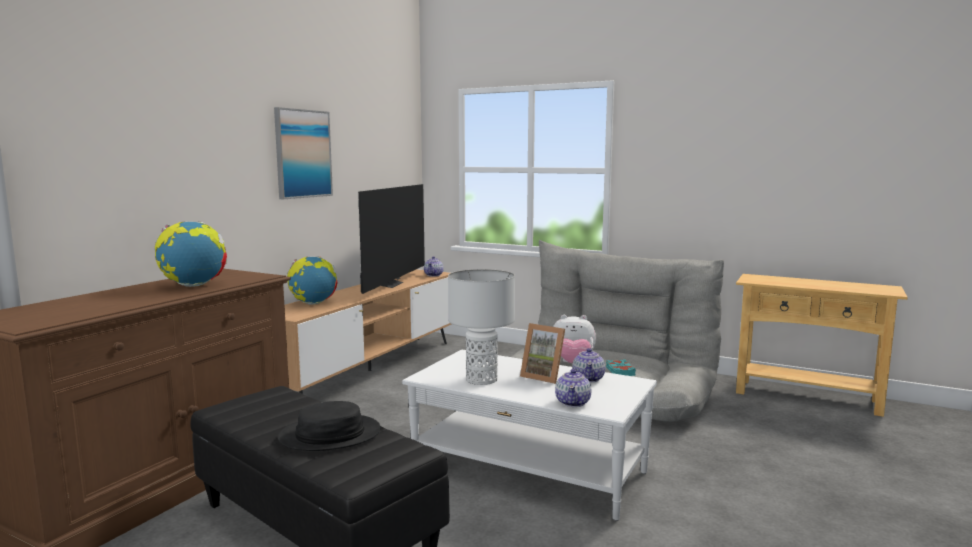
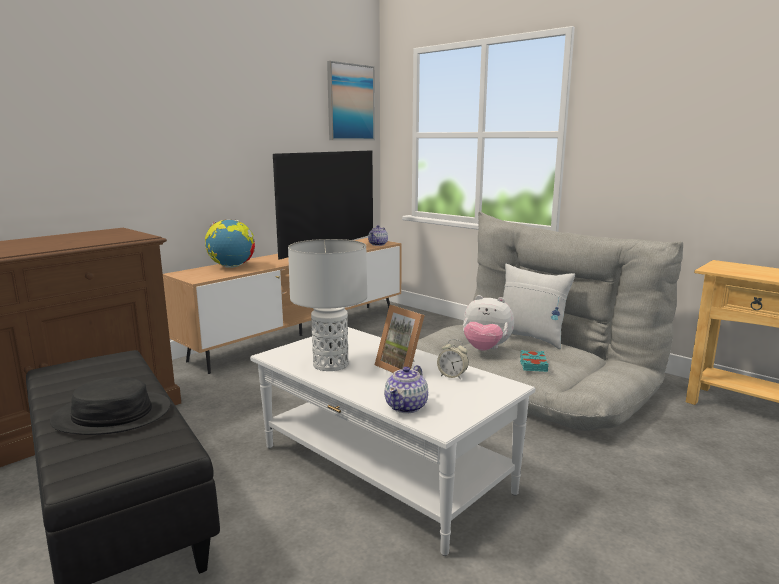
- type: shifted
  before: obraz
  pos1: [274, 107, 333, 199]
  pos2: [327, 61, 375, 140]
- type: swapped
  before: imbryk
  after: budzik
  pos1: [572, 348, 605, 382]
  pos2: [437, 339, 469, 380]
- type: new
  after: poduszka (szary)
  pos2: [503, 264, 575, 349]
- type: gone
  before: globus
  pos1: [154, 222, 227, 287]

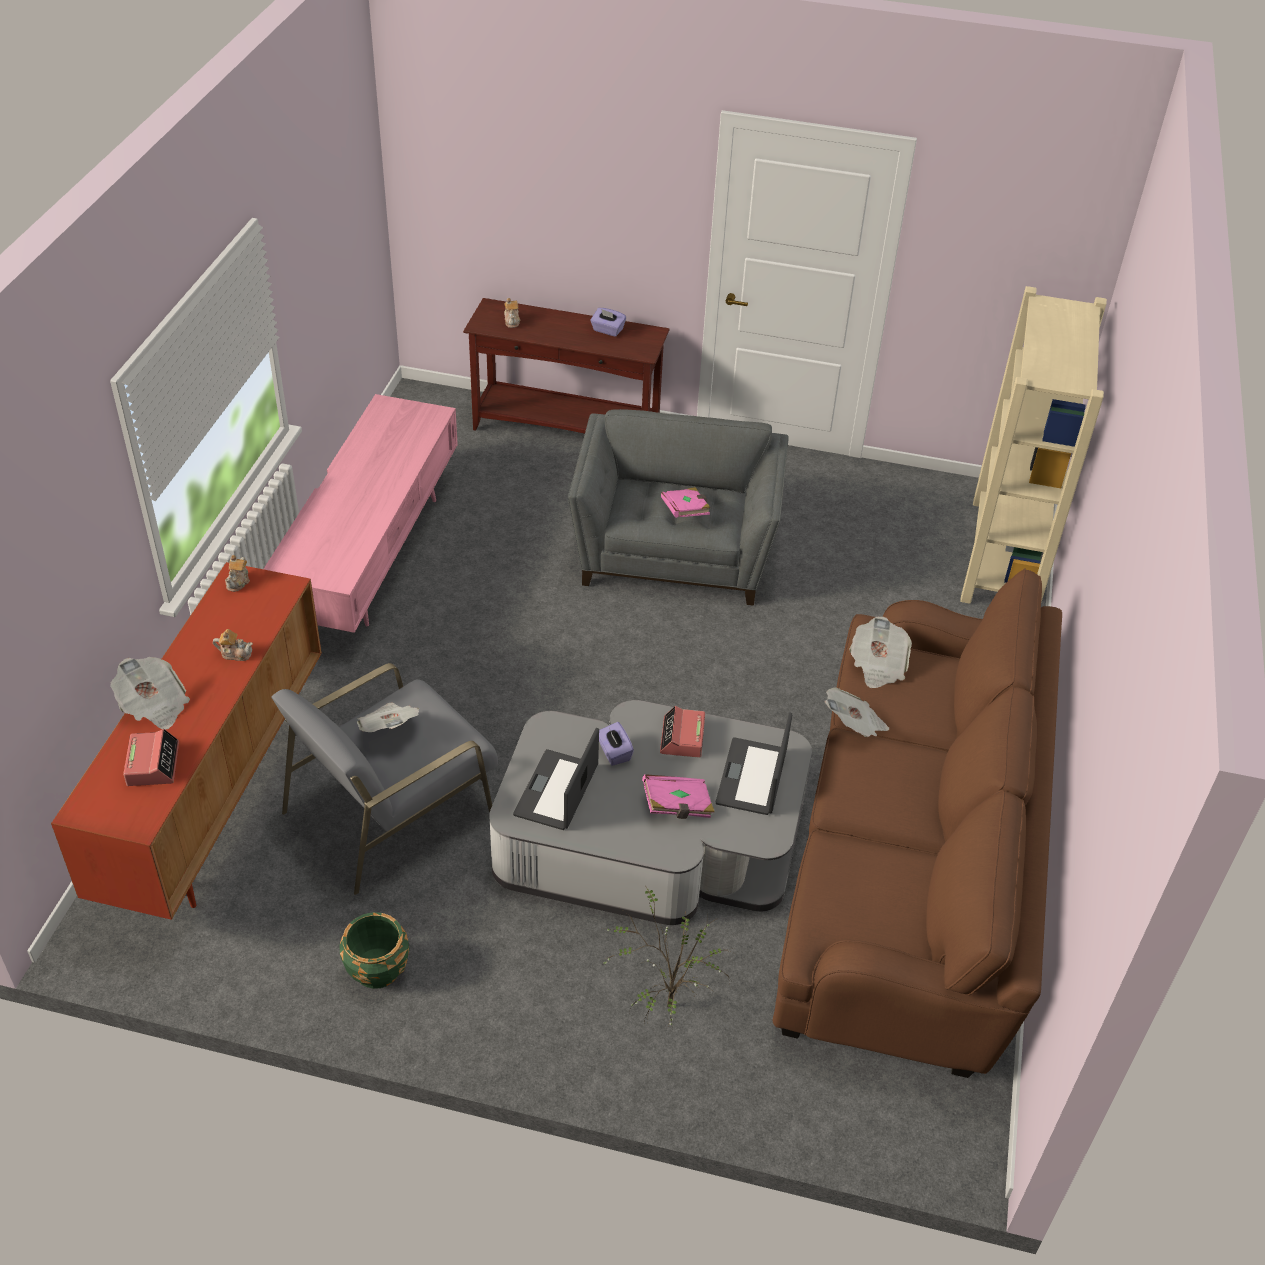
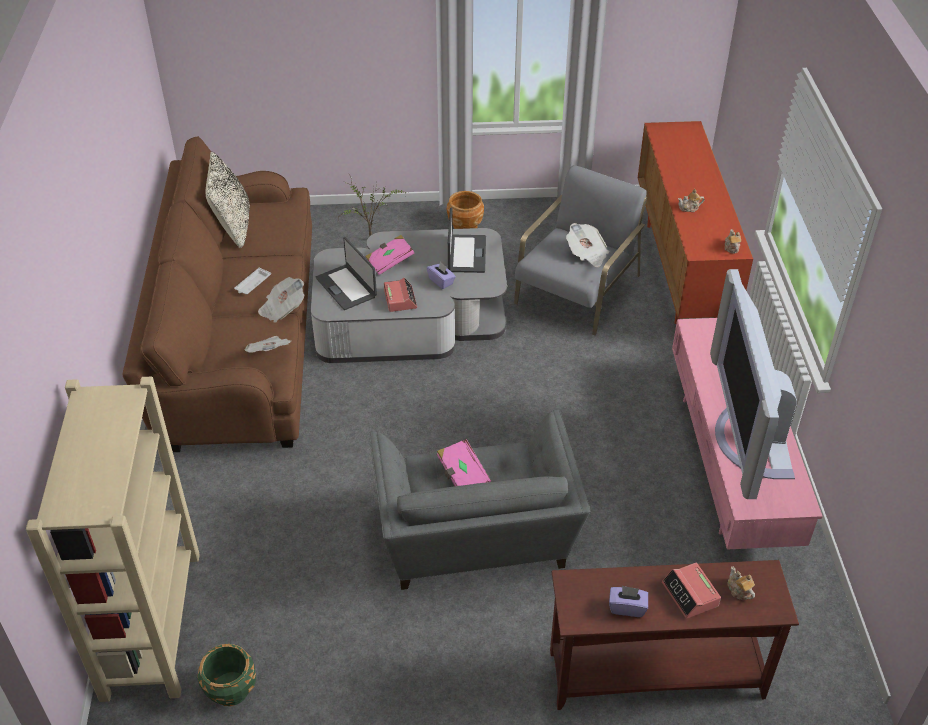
- type: shifted
  before: donica (zielony)
  pos1: [339, 912, 410, 989]
  pos2: [198, 644, 256, 706]
- type: new
  after: poduszka (beżowy)
  pos2: [205, 152, 250, 248]
- type: new
  after: taca (biały)
  pos2: [234, 268, 271, 294]
- type: rotated
  before: laptop
  pos1: [716, 712, 792, 815]
  pos2: [316, 237, 377, 310]
  turn: 150
- type: new
  after: donica (brązowy)
  pos2: [446, 191, 484, 229]
- type: shifted
  before: budzik
  pos1: [123, 729, 179, 786]
  pos2: [662, 563, 721, 619]
- type: new
  after: telewizor
  pos2: [710, 269, 797, 499]
- type: gone
  before: gazeta
  pos1: [110, 657, 190, 729]

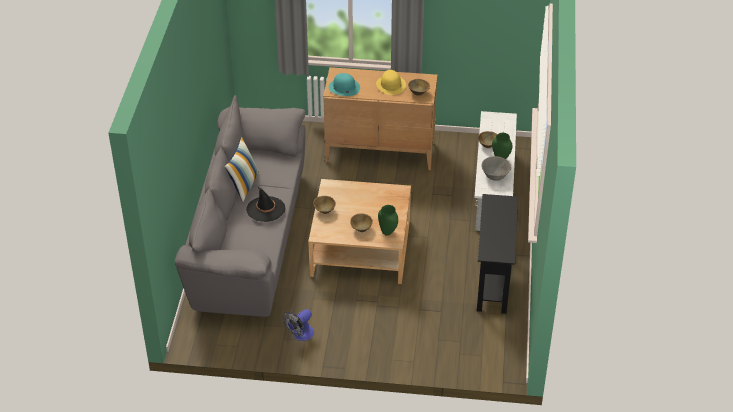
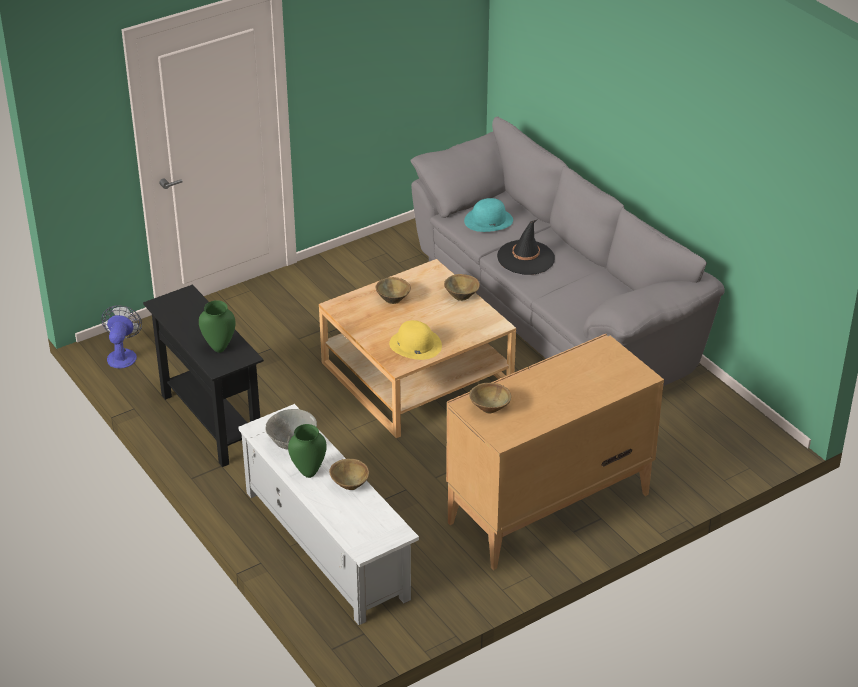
- type: shifted
  before: wentylator
  pos1: [283, 309, 314, 341]
  pos2: [101, 305, 142, 369]
- type: shifted
  before: wazon (zielony)
  pos1: [378, 205, 398, 236]
  pos2: [199, 300, 236, 353]
- type: shifted
  before: kapelusz (żółty)
  pos1: [376, 70, 406, 95]
  pos2: [389, 320, 442, 360]
- type: shifted
  before: kapelusz (turkusowy)
  pos1: [328, 73, 360, 96]
  pos2: [464, 198, 513, 232]
- type: gone
  before: poduszka
  pos1: [225, 137, 259, 202]

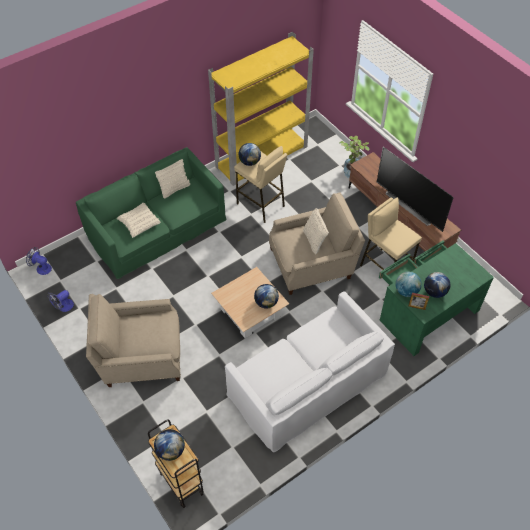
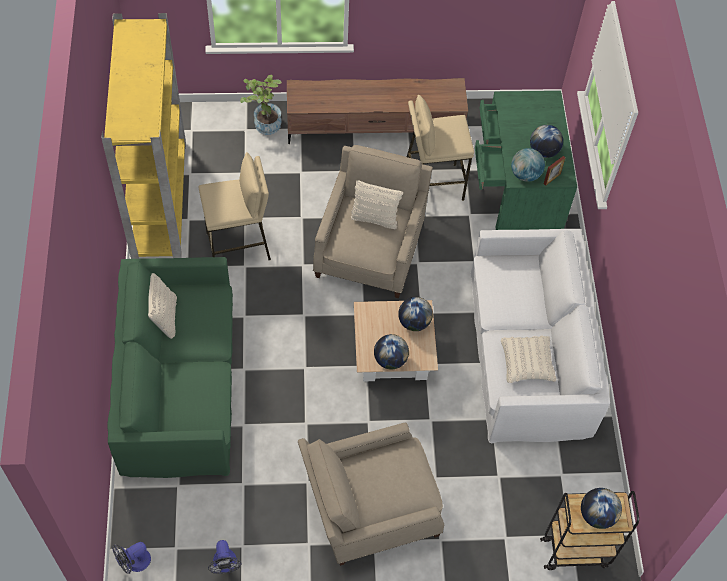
- type: rotated
  before: fotel (beżowy)
  pos1: [86, 294, 181, 387]
  pos2: [298, 422, 444, 566]
  turn: 45
- type: shifted
  before: globus
  pos1: [239, 143, 261, 166]
  pos2: [374, 334, 409, 370]
- type: shifted
  before: poduszka (beżowy)
  pos1: [117, 203, 161, 238]
  pos2: [501, 336, 556, 383]
- type: gone
  before: telewizor
  pos1: [377, 147, 454, 232]

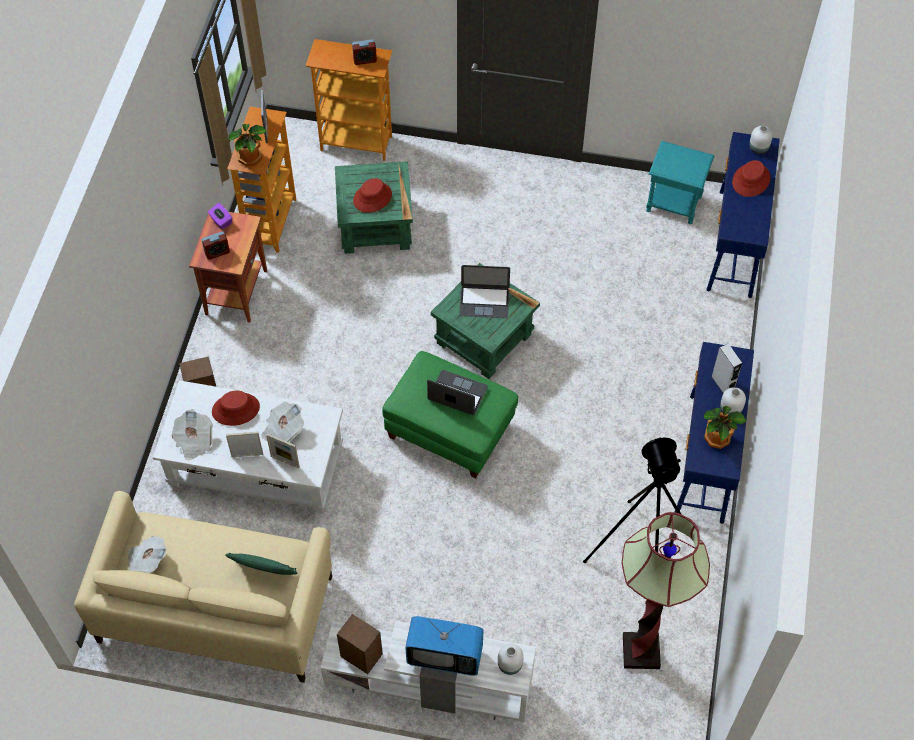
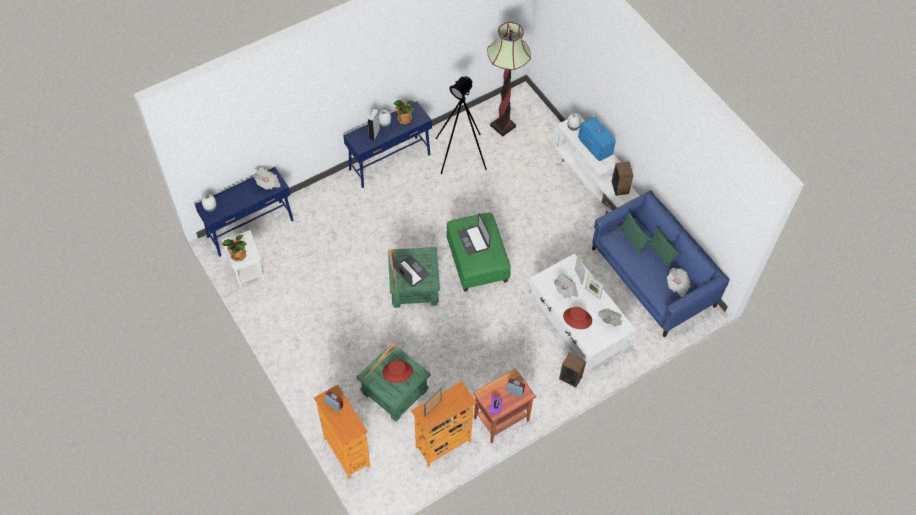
- type: repainted
  before: stolik (turkusowy)
  after: stolik (biały)
  pos1: [646, 141, 715, 224]
  pos2: [221, 230, 264, 288]
- type: shifted
  before: roślina doniczkowa
  pos1: [229, 124, 267, 167]
  pos2: [222, 235, 247, 261]
- type: new
  after: gazeta
  pos2: [253, 169, 280, 190]
- type: repainted
  before: kanapa (beżowy)
  after: kanapa (niebieski)
  pos1: [74, 491, 332, 683]
  pos2: [592, 190, 730, 337]
- type: new
  after: poduszka (zielony)
  pos2: [647, 226, 680, 269]
- type: gone
  before: kapelusz (czerwony)
  pos1: [732, 160, 770, 197]

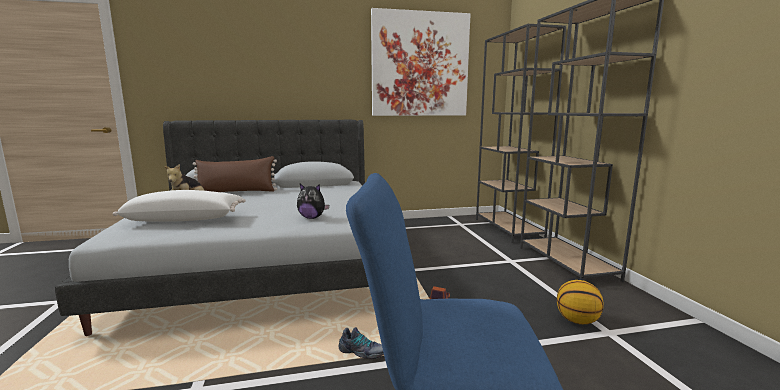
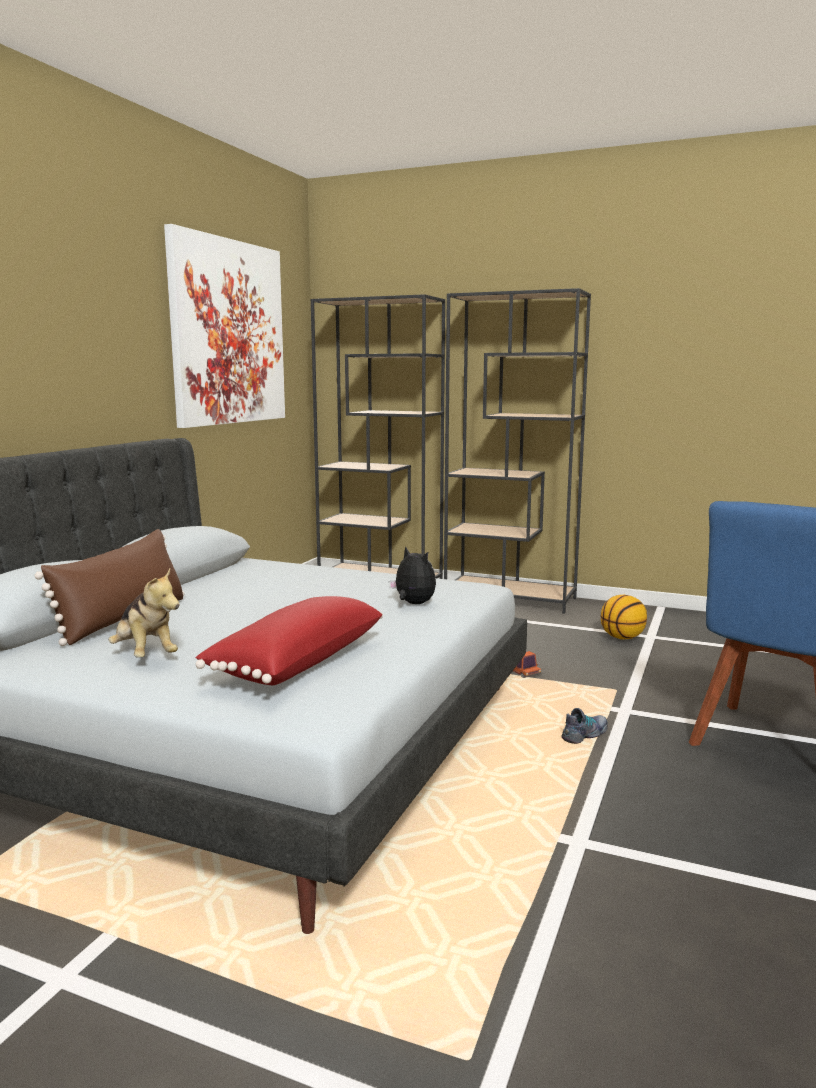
- type: repainted
  before: poduszka (biały)
  after: poduszka (czerwony)
  pos1: [113, 190, 245, 222]
  pos2: [195, 596, 383, 686]
- type: rotated
  before: pluszak
  pos1: [297, 184, 329, 219]
  pos2: [389, 547, 436, 604]
  turn: -90

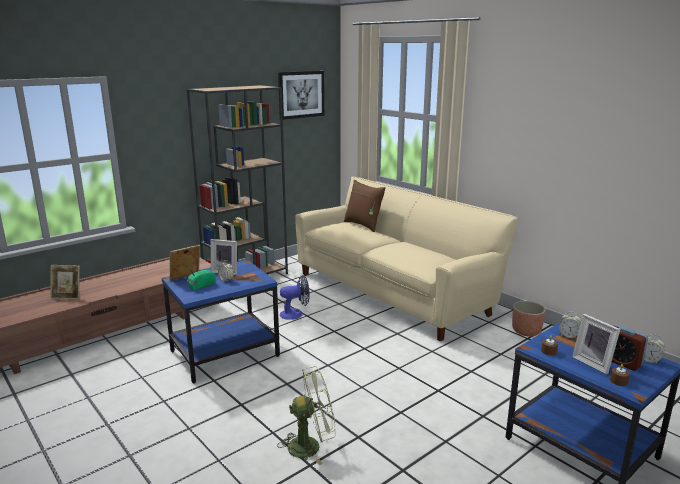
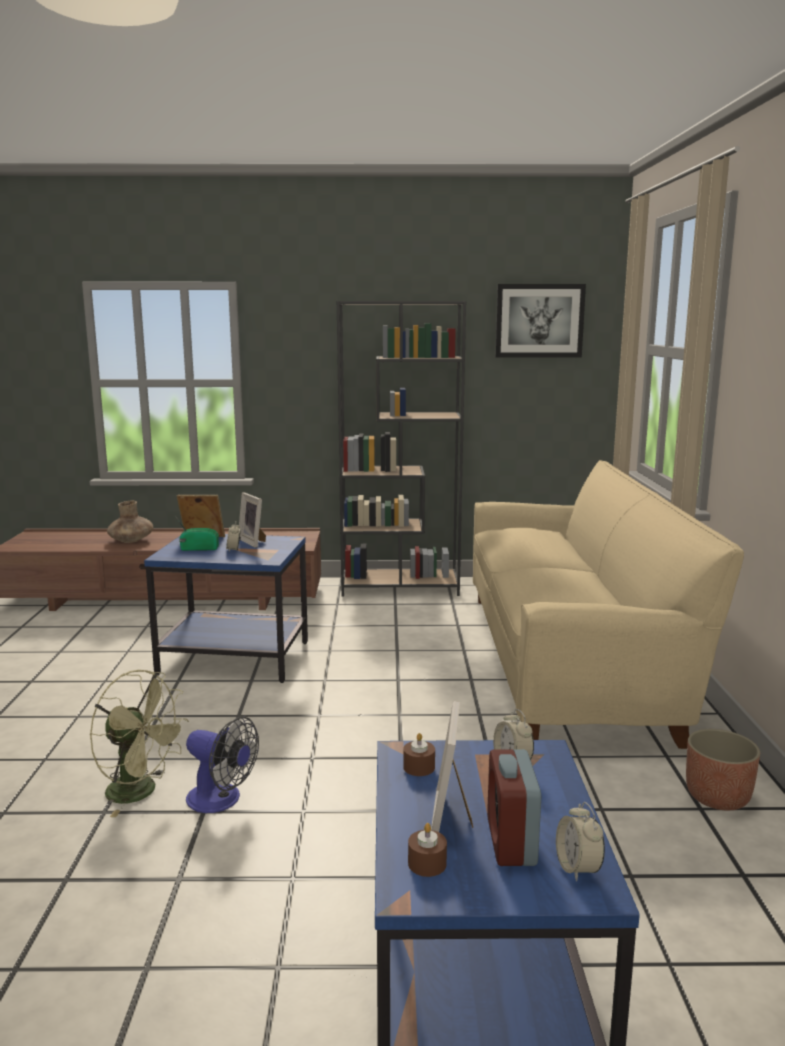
- type: swapped
  before: ramka na zdjęcie
  after: wazon (brązowy)
  pos1: [50, 265, 80, 299]
  pos2: [107, 501, 153, 543]
- type: shifted
  before: wentylator
  pos1: [280, 275, 310, 320]
  pos2: [186, 717, 259, 813]
- type: gone
  before: poduszka (brązowy)
  pos1: [344, 180, 385, 232]

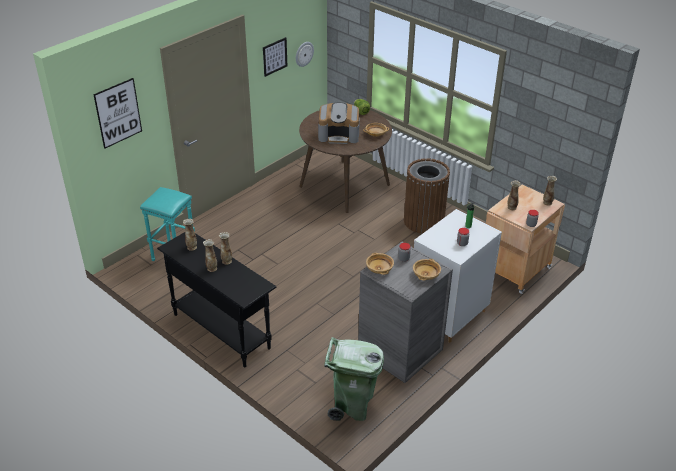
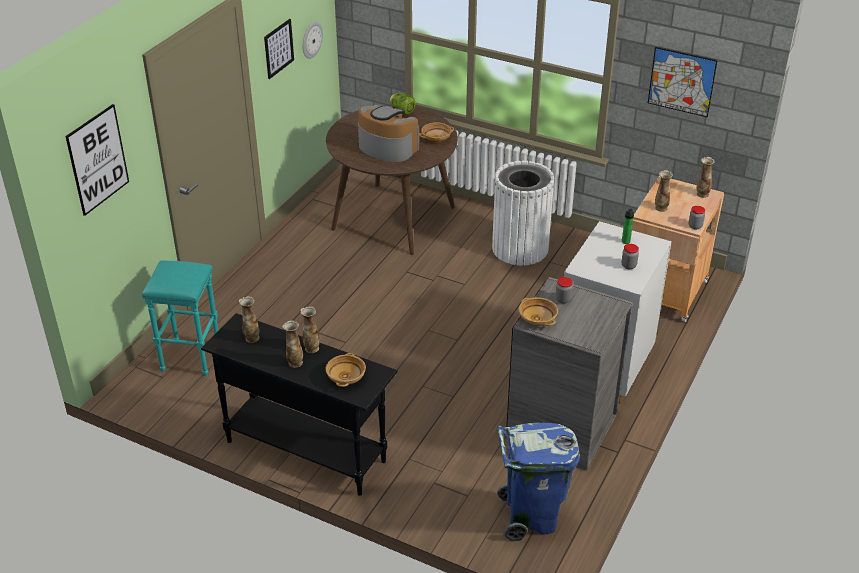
- type: shifted
  before: miska (beżowy)
  pos1: [413, 259, 441, 281]
  pos2: [326, 353, 366, 387]
- type: rotated
  before: ekspres do kawy
  pos1: [318, 102, 360, 144]
  pos2: [358, 105, 419, 162]
  turn: -135
- type: repainted
  before: kosz na śmieci (brązowy)
  after: kosz na śmieci (biały)
  pos1: [404, 158, 450, 234]
  pos2: [492, 161, 555, 266]
- type: repainted
  before: kosz na śmieci (zielony)
  after: kosz na śmieci (niebieski)
  pos1: [324, 337, 384, 421]
  pos2: [497, 423, 580, 542]
- type: new
  after: obraz
  pos2: [648, 47, 718, 117]

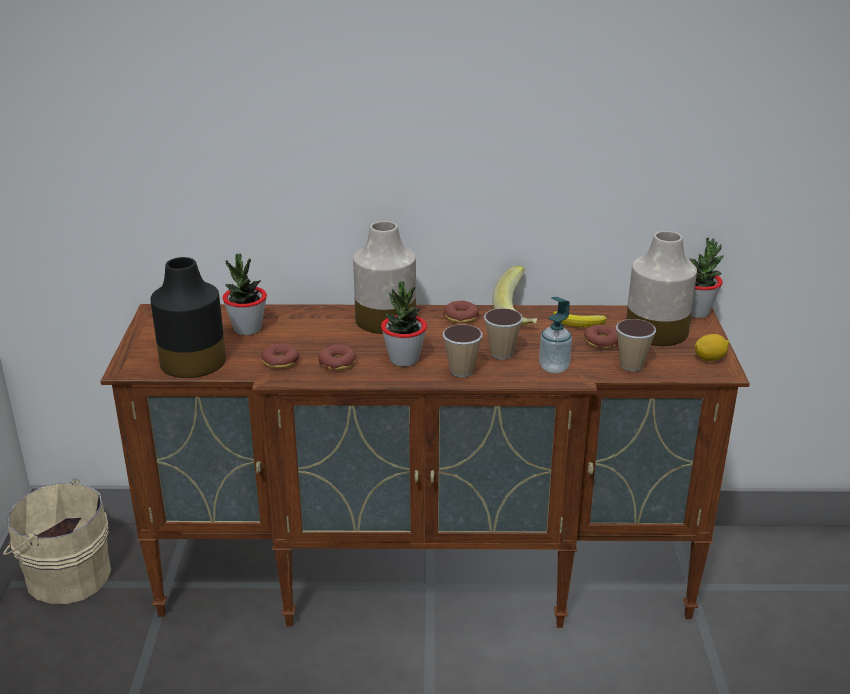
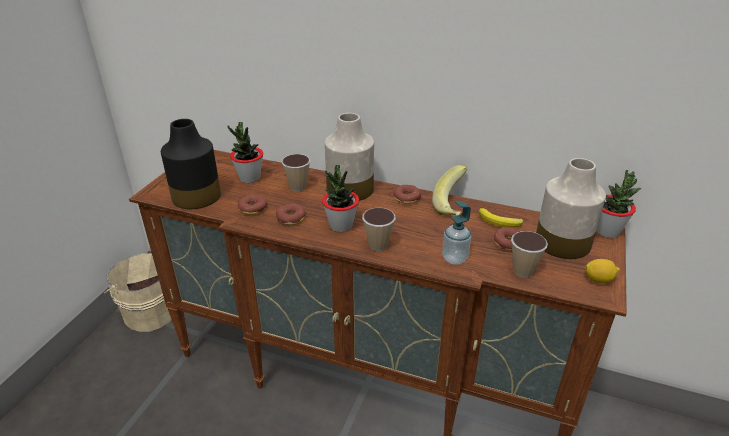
- type: shifted
  before: filiżanka
  pos1: [484, 308, 523, 359]
  pos2: [282, 154, 310, 192]

